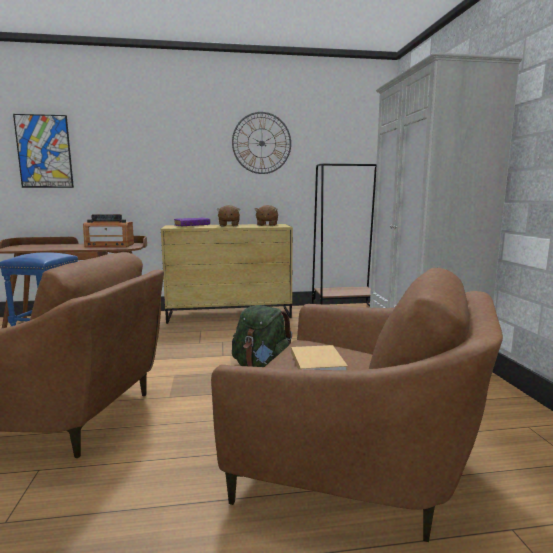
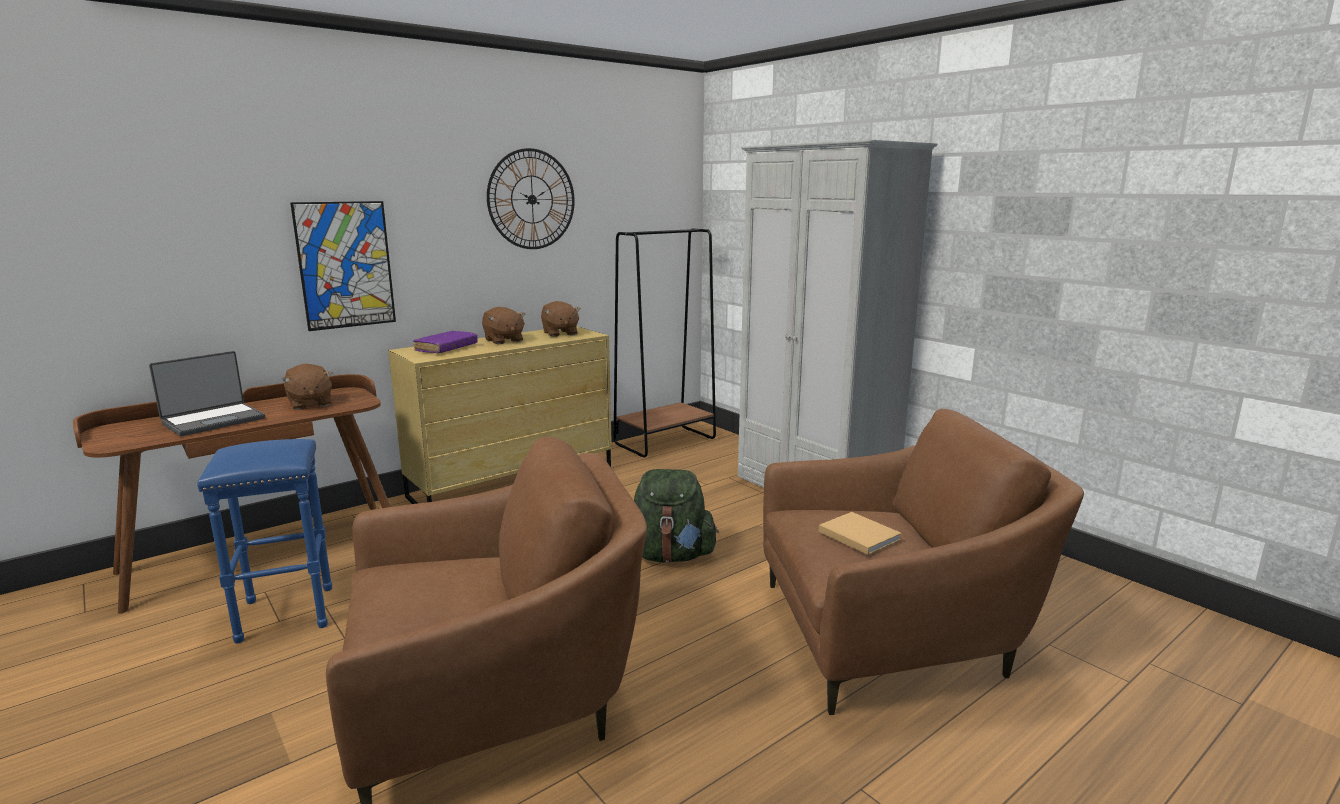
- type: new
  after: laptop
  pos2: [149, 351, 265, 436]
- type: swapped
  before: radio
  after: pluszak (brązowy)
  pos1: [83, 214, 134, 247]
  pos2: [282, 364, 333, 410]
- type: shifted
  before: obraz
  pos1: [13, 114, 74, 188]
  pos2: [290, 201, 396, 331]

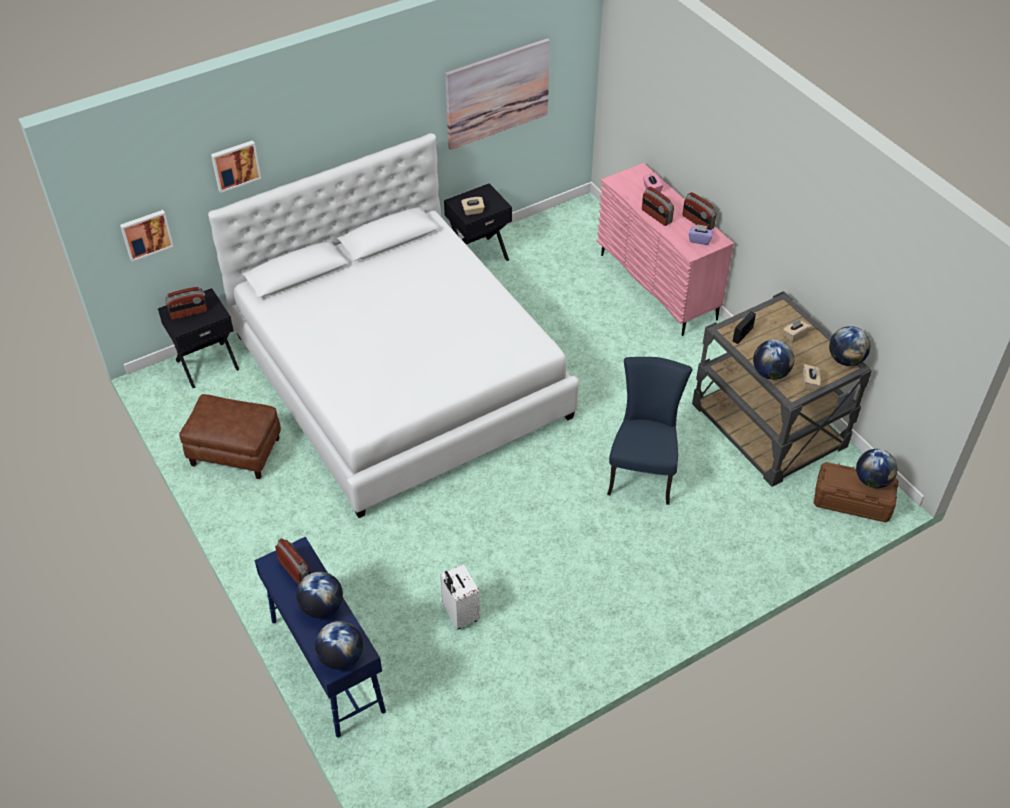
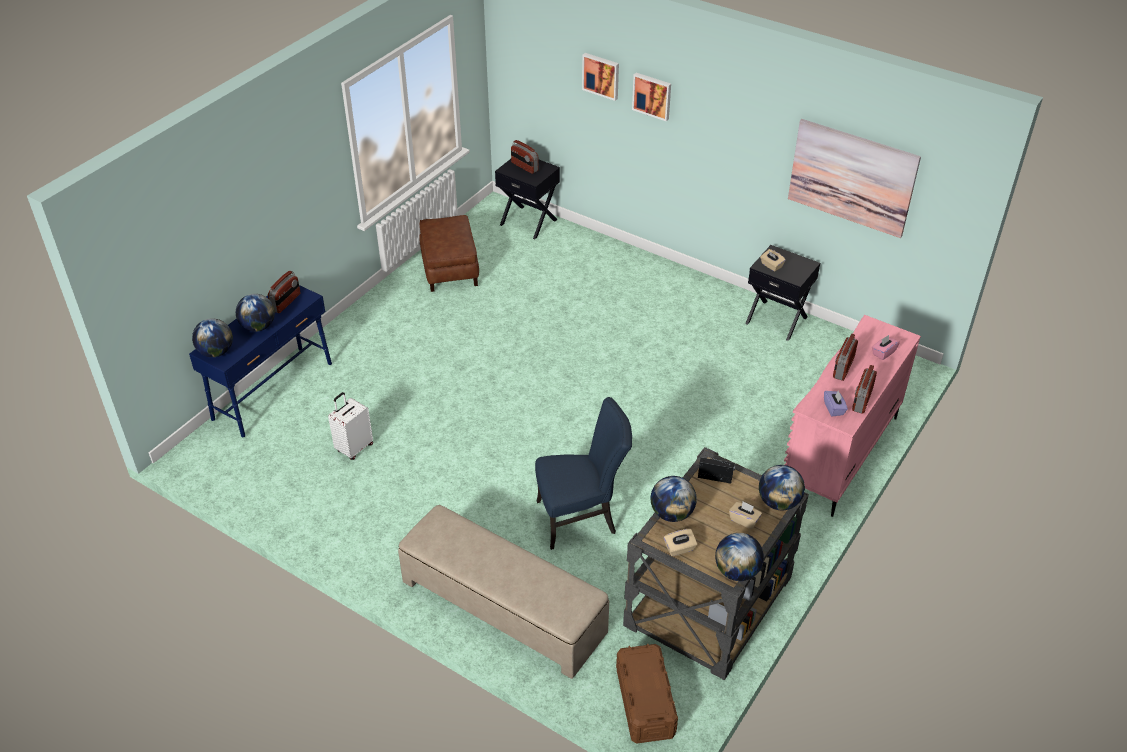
- type: new
  after: ławka (beżowy)
  pos2: [398, 505, 609, 679]
- type: shifted
  before: obraz
  pos1: [120, 210, 174, 262]
  pos2: [632, 73, 671, 121]
- type: shifted
  before: globus
  pos1: [856, 449, 898, 488]
  pos2: [759, 465, 805, 510]
- type: gone
  before: łóżko (biały)
  pos1: [208, 133, 579, 518]

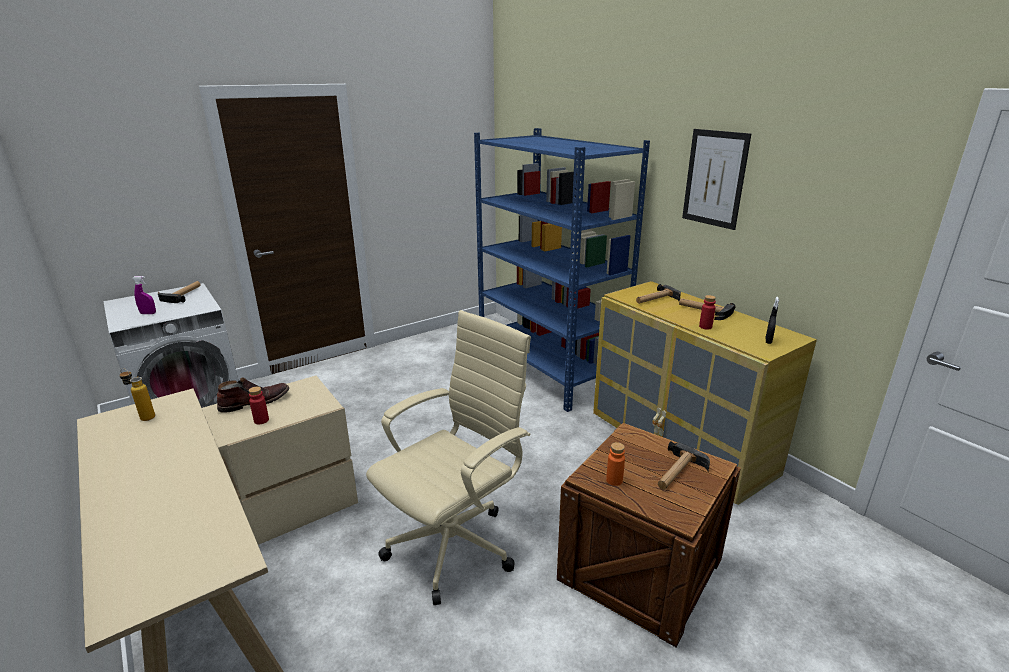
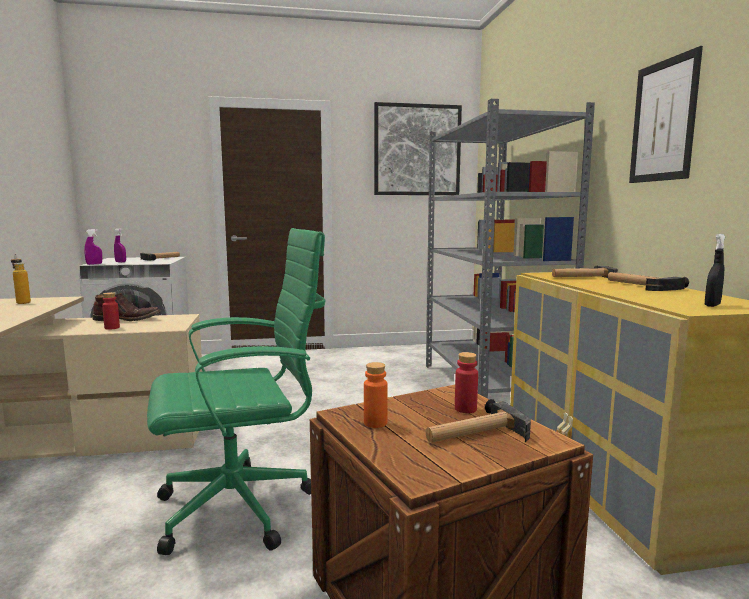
- type: new
  after: spryskiwacz (fioletowy)
  pos2: [84, 229, 102, 265]
- type: repainted
  before: krzesło biurowe (beżowy)
  after: krzesło biurowe (zielony)
  pos1: [366, 310, 531, 605]
  pos2: [147, 228, 326, 555]
- type: new
  after: obraz
  pos2: [374, 102, 462, 195]
- type: repainted
  before: regał (niebieski)
  after: regał (szary)
  pos1: [474, 128, 650, 412]
  pos2: [426, 99, 595, 398]
- type: shifted
  before: butelka (czerwony)
  pos1: [699, 295, 716, 329]
  pos2: [455, 352, 478, 413]

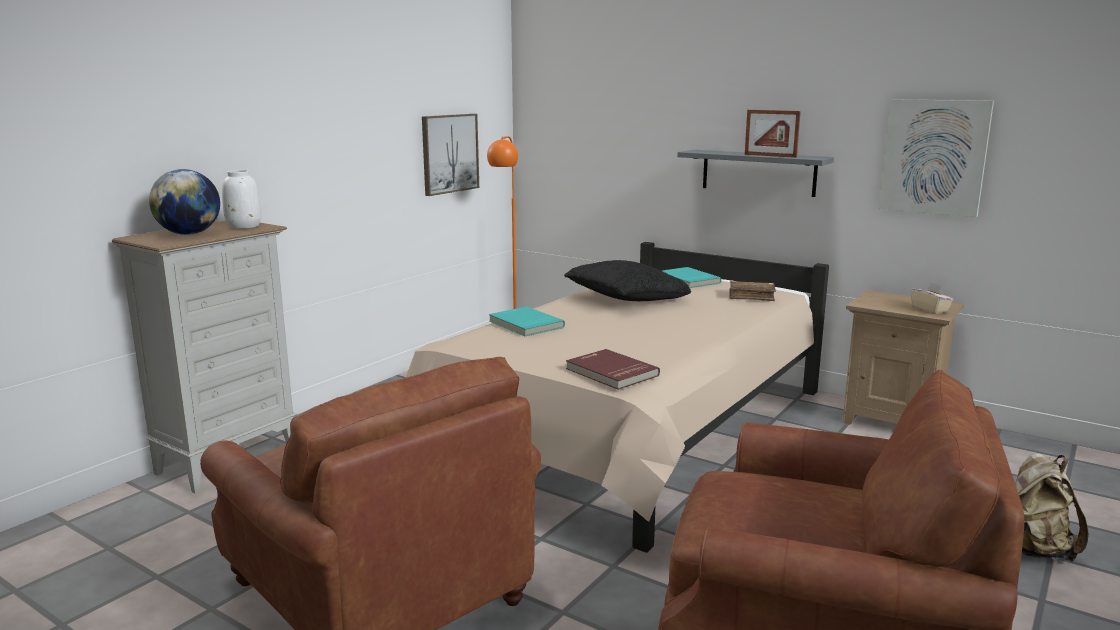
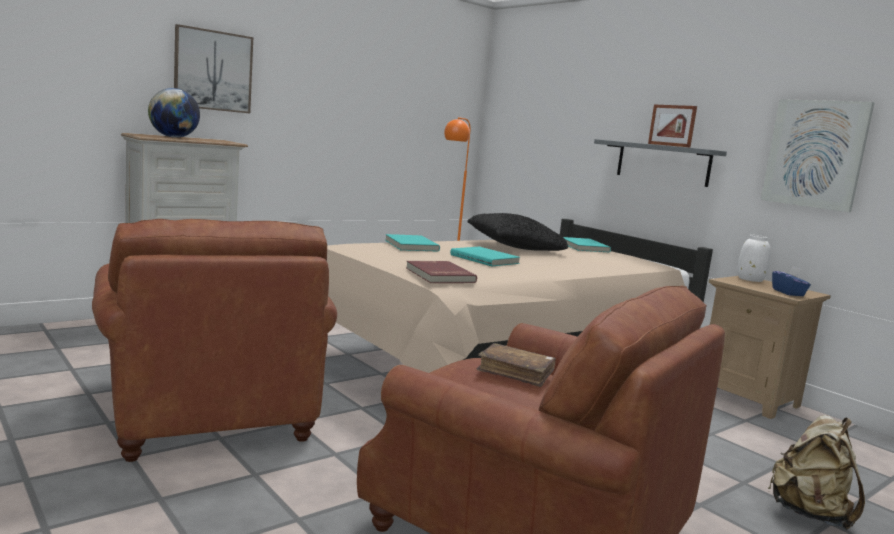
- type: shifted
  before: obraz
  pos1: [422, 114, 479, 196]
  pos2: [174, 24, 253, 113]
- type: new
  after: książka (turkusowy)
  pos2: [450, 247, 520, 266]
- type: shifted
  before: książka (brązowy)
  pos1: [729, 281, 776, 301]
  pos2: [476, 343, 556, 387]
- type: shifted
  before: wazon (biały)
  pos1: [222, 170, 261, 229]
  pos2: [737, 235, 771, 282]
- type: repainted
  before: pudełko chusteczek (beżowy)
  after: pudełko chusteczek (niebieski)
  pos1: [910, 281, 953, 314]
  pos2: [772, 267, 811, 296]

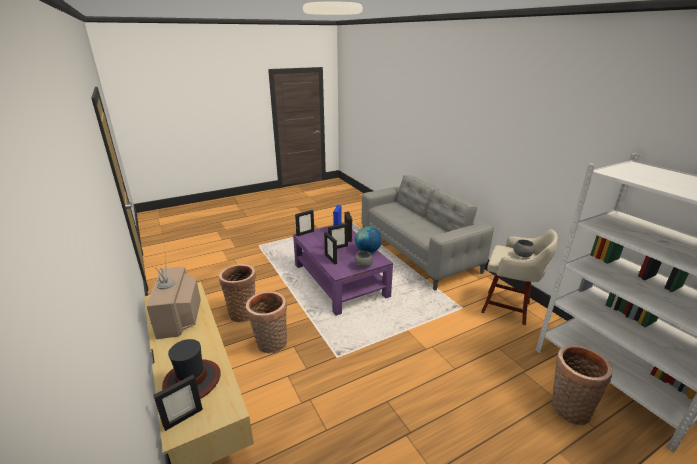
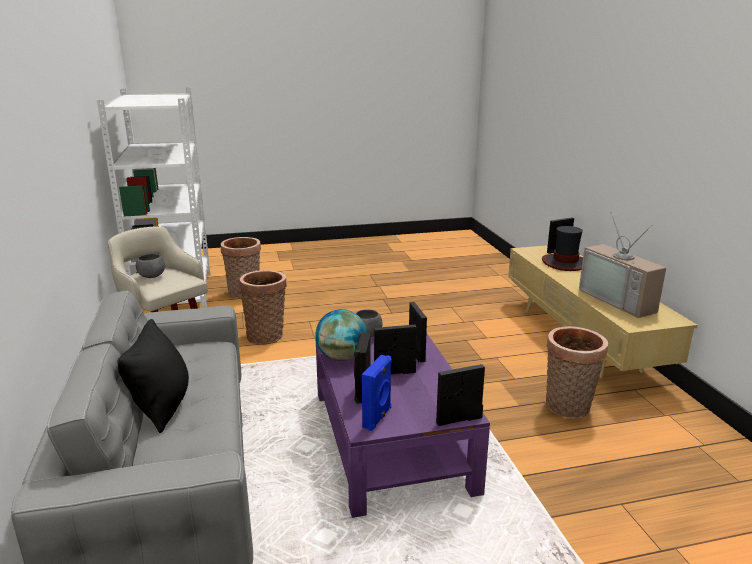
- type: new
  after: poduszka (czarny)
  pos2: [117, 319, 189, 433]
- type: shifted
  before: koszyk
  pos1: [246, 291, 287, 354]
  pos2: [239, 270, 287, 345]
- type: rotated
  before: telewizor
  pos1: [147, 251, 201, 339]
  pos2: [579, 212, 666, 318]
  turn: 150

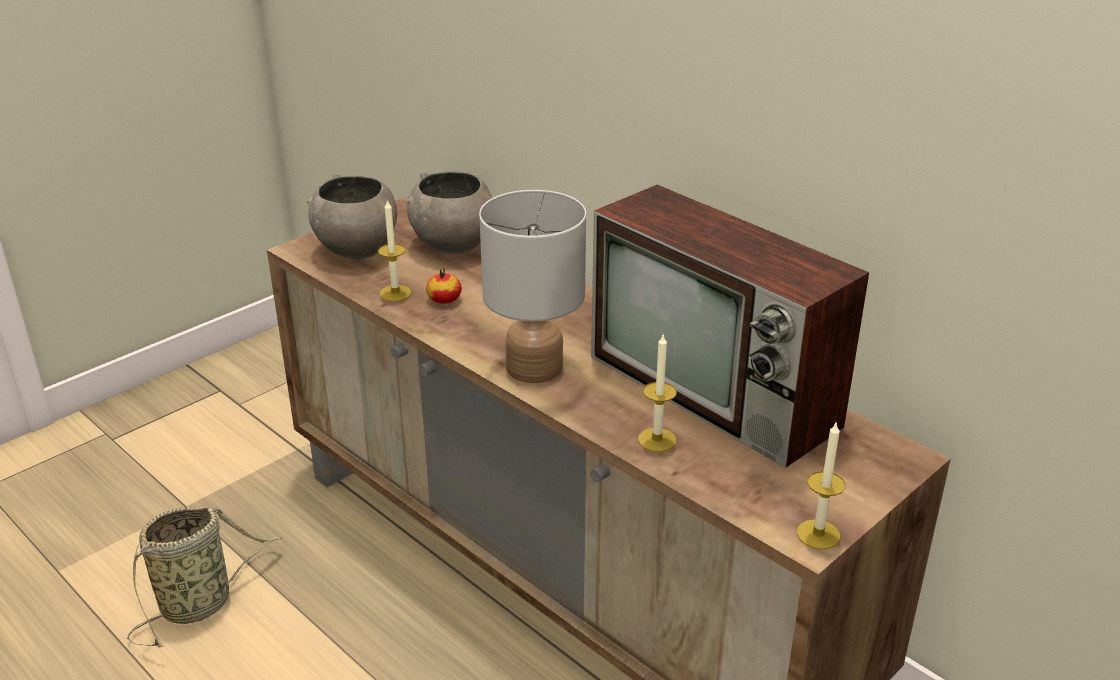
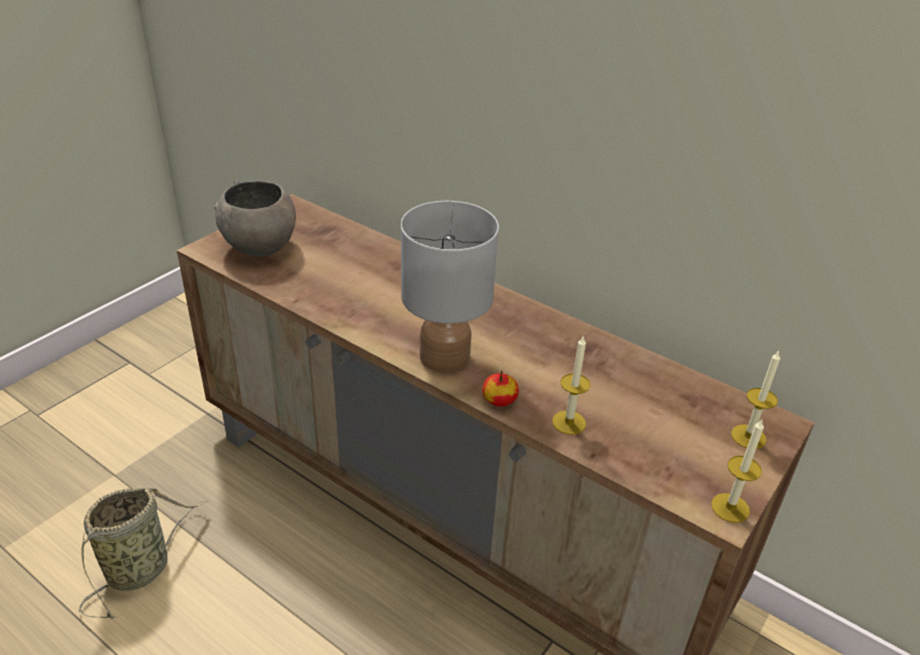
- type: shifted
  before: jabłko
  pos1: [426, 269, 462, 304]
  pos2: [482, 371, 519, 407]
- type: shifted
  before: świeca
  pos1: [378, 199, 411, 301]
  pos2: [731, 351, 780, 449]
- type: gone
  before: miska (szary)
  pos1: [407, 171, 492, 254]
- type: gone
  before: telewizor
  pos1: [591, 185, 869, 468]

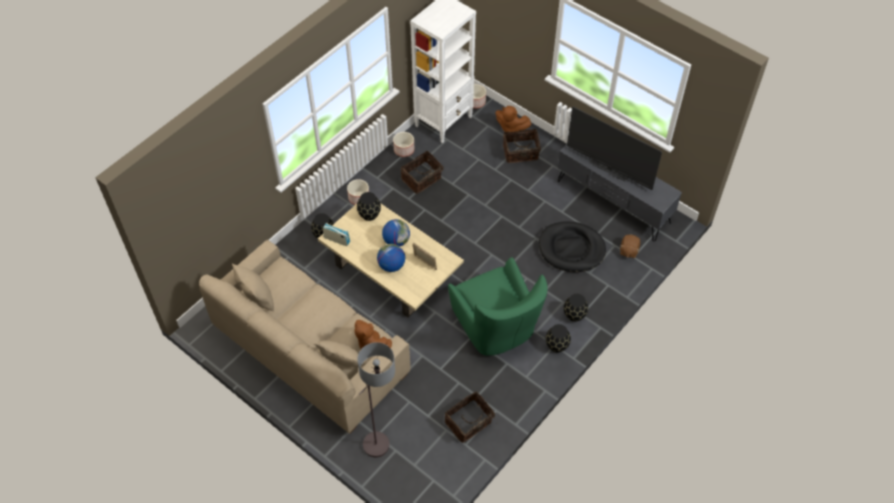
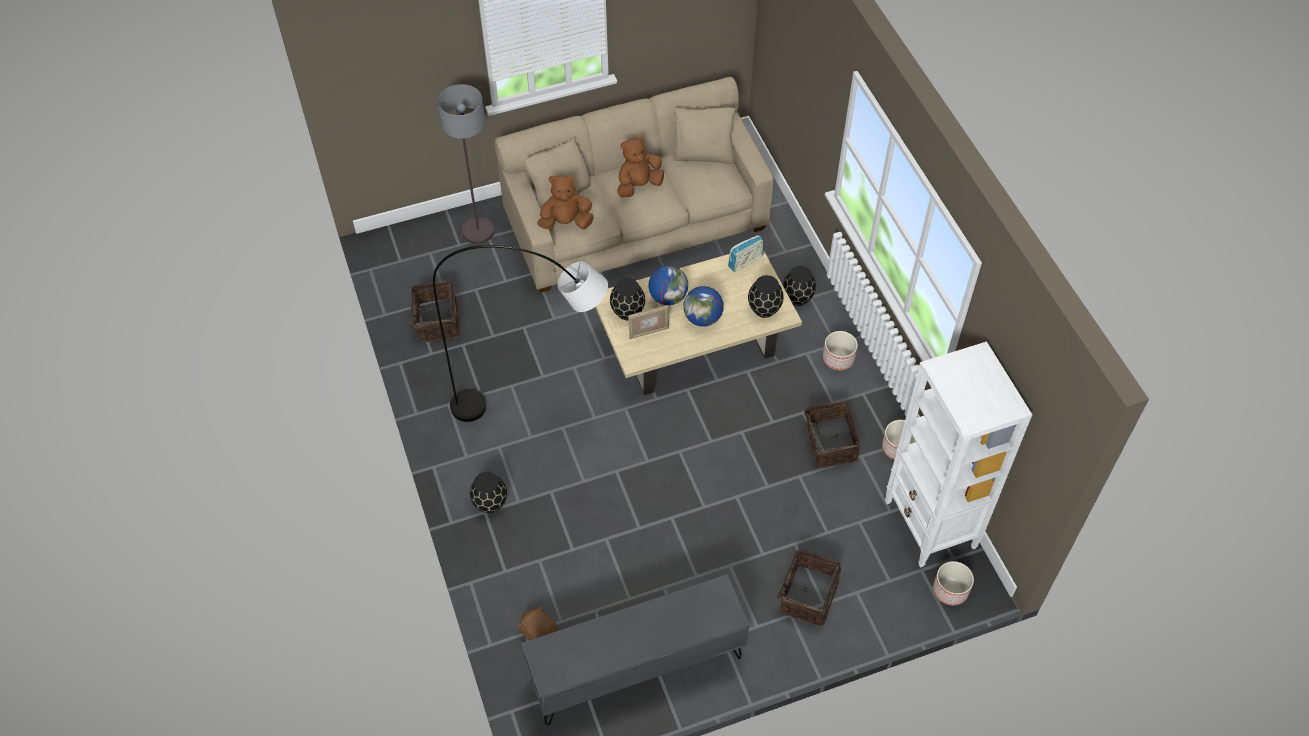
- type: swapped
  before: fotel (zielony)
  after: lampa stojąca (szary)
  pos1: [448, 257, 548, 356]
  pos2: [433, 245, 608, 422]
- type: shifted
  before: wazon (czarny)
  pos1: [546, 324, 571, 352]
  pos2: [610, 278, 645, 320]
- type: shifted
  before: pluszak (brązowy)
  pos1: [495, 106, 531, 132]
  pos2: [617, 137, 664, 197]
- type: gone
  before: legowisko (czarny)
  pos1: [539, 222, 606, 272]
- type: gone
  before: telewizor
  pos1: [567, 107, 662, 190]

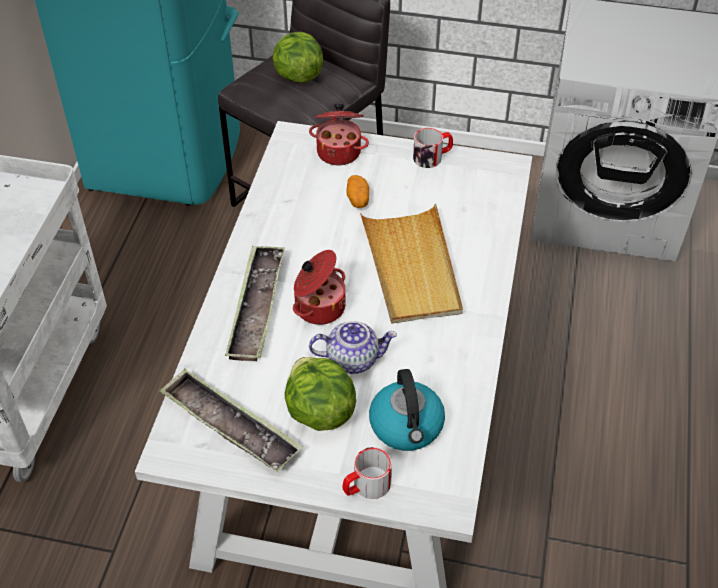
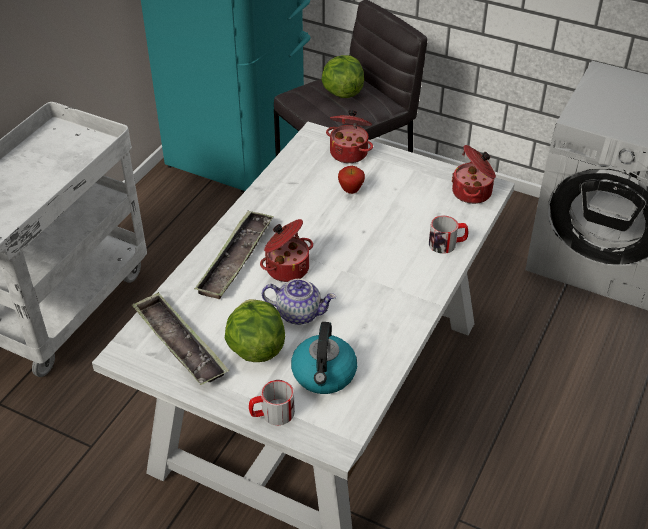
- type: swapped
  before: ziemniak
  after: jabłko
  pos1: [346, 175, 369, 208]
  pos2: [338, 166, 365, 194]
- type: shifted
  before: kubek
  pos1: [413, 128, 453, 168]
  pos2: [429, 215, 468, 254]
- type: new
  after: garnek
  pos2: [452, 145, 496, 204]
- type: gone
  before: taca (beżowy)
  pos1: [360, 204, 463, 324]

